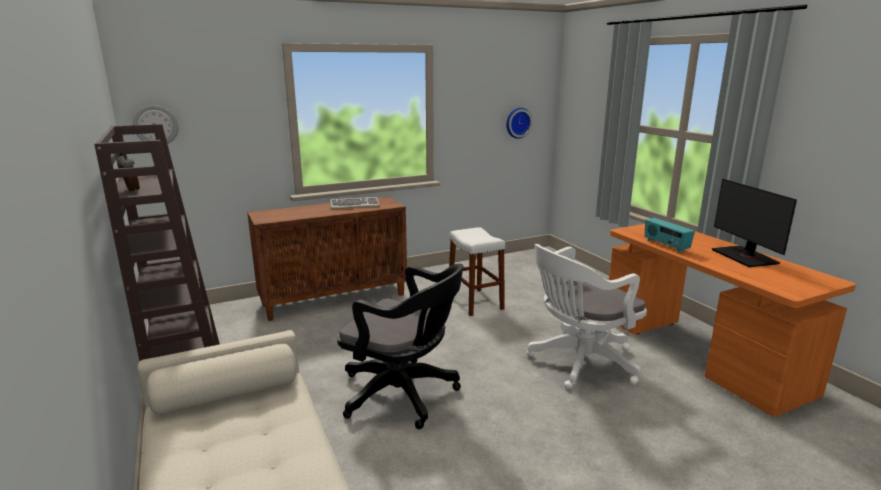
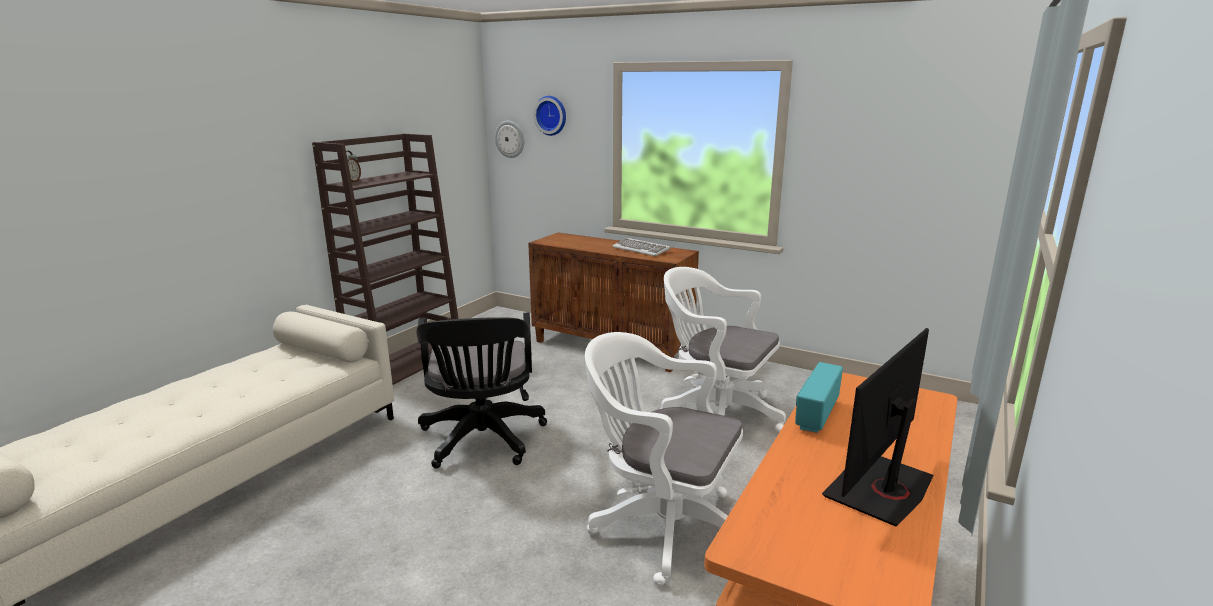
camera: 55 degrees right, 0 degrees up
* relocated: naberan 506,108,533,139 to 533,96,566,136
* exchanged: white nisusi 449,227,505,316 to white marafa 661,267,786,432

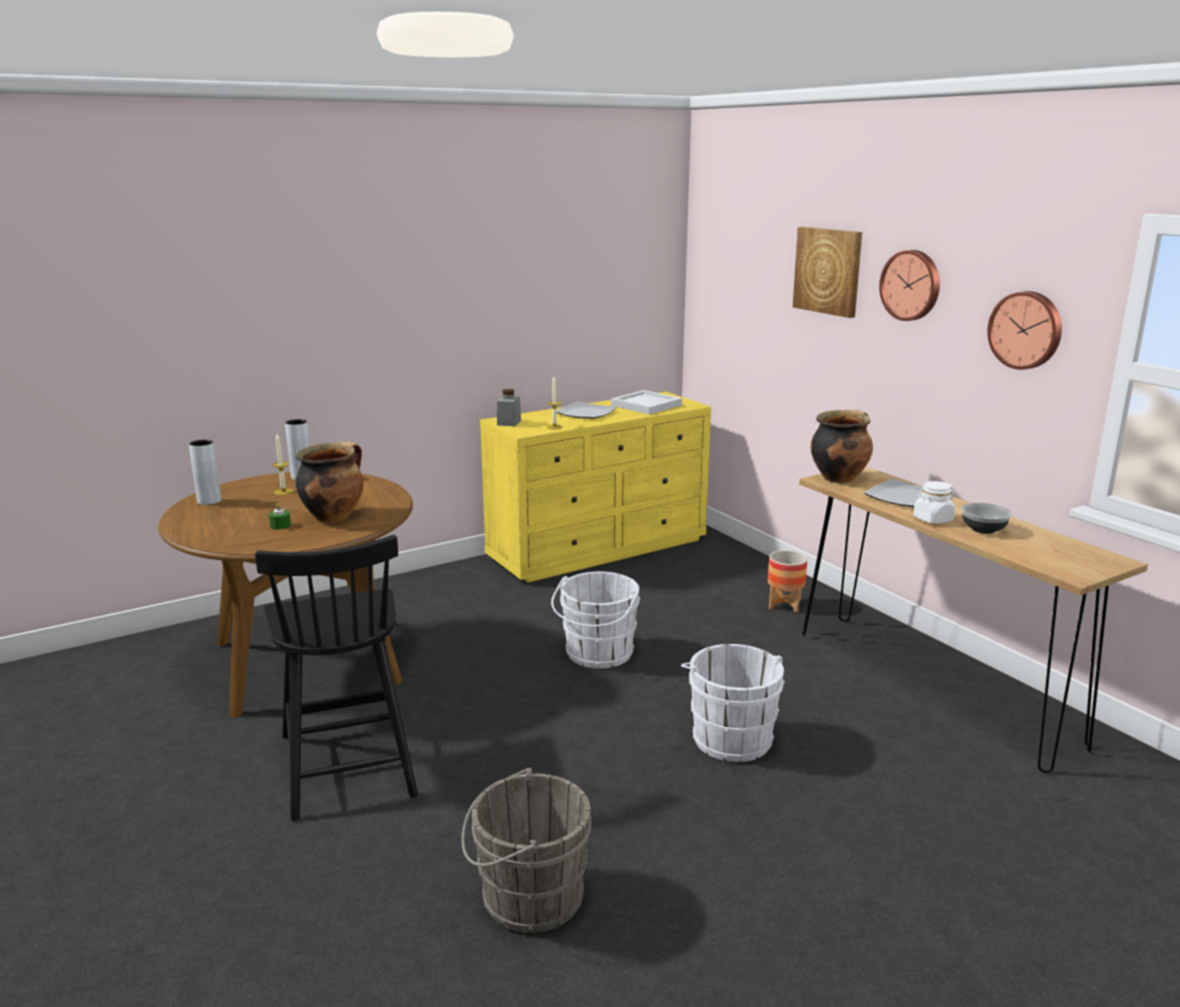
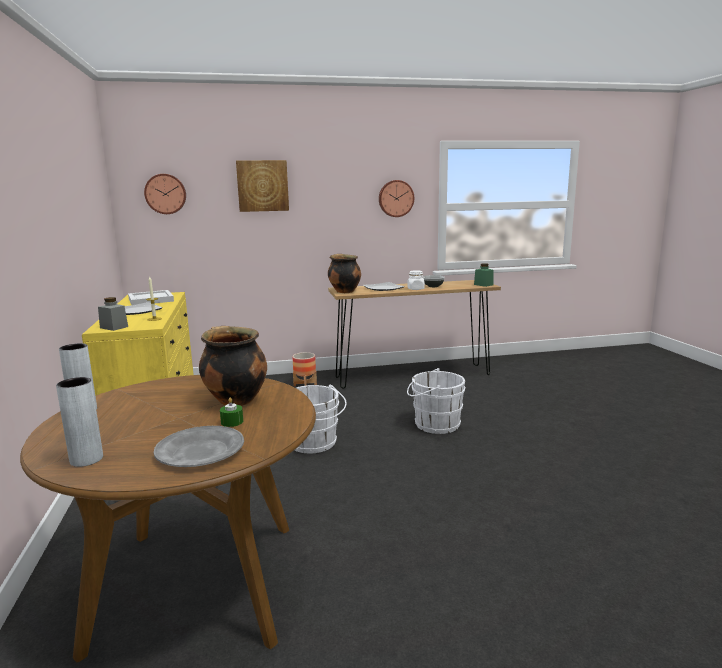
camera: 70 degrees left, 5 degrees down
* missing: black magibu 255,535,418,821
* missing: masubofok 272,434,294,495
* missing: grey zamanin 462,768,592,933
* appeared: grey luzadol 154,426,244,467
* appeared: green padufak 474,263,494,287
* relocated: naberan 879,250,940,321 to 144,174,186,214

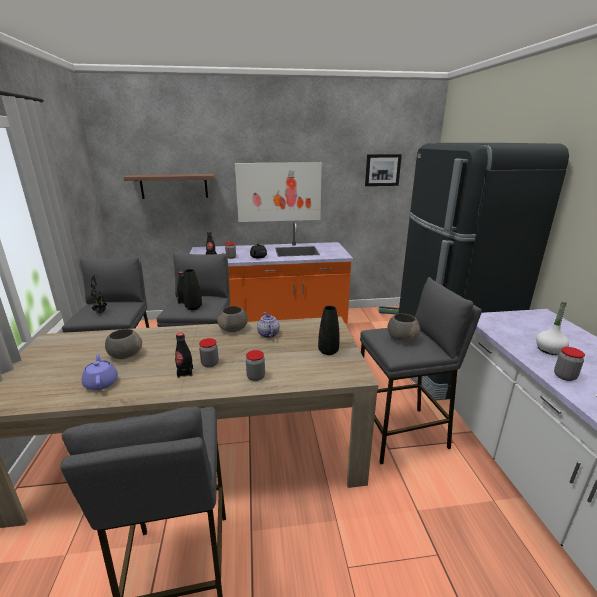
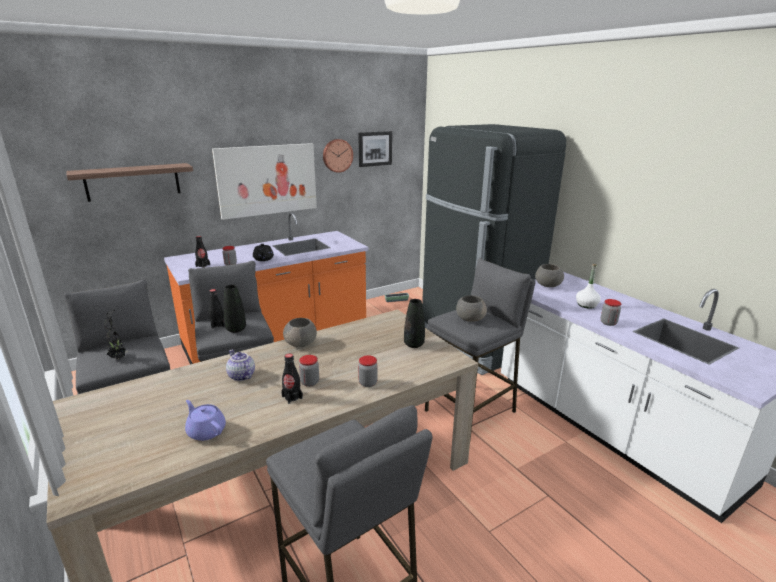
camera: 25 degrees left, 0 degrees up
* appeared: naberan 323,139,353,173
* relocated: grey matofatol 105,329,142,359 to 535,264,564,287
* relocated: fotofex 257,312,280,338 to 226,350,255,381

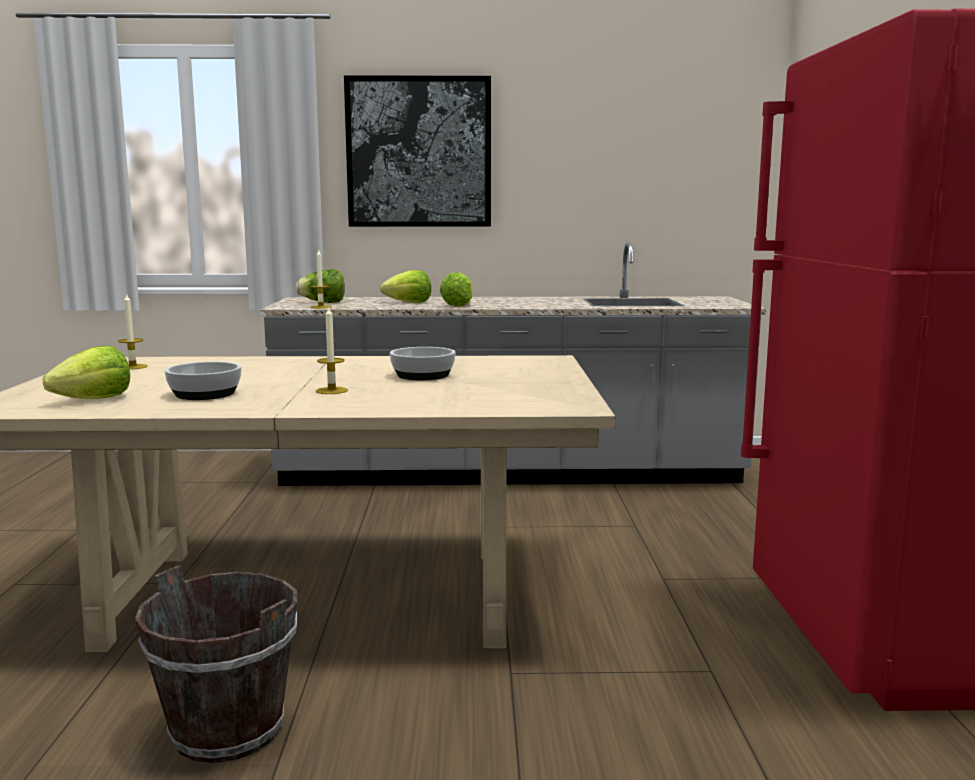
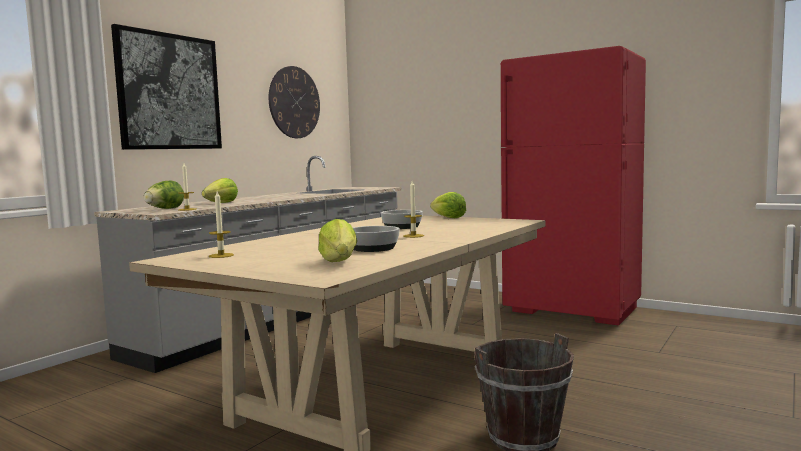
camera: 55 degrees left, 5 degrees down
* appeared: naberan 269,66,320,138
* relocated: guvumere 440,272,472,307 to 430,192,466,218

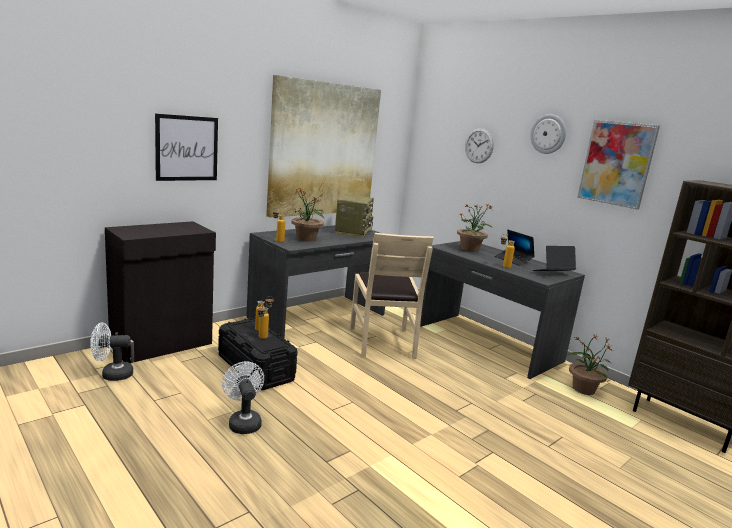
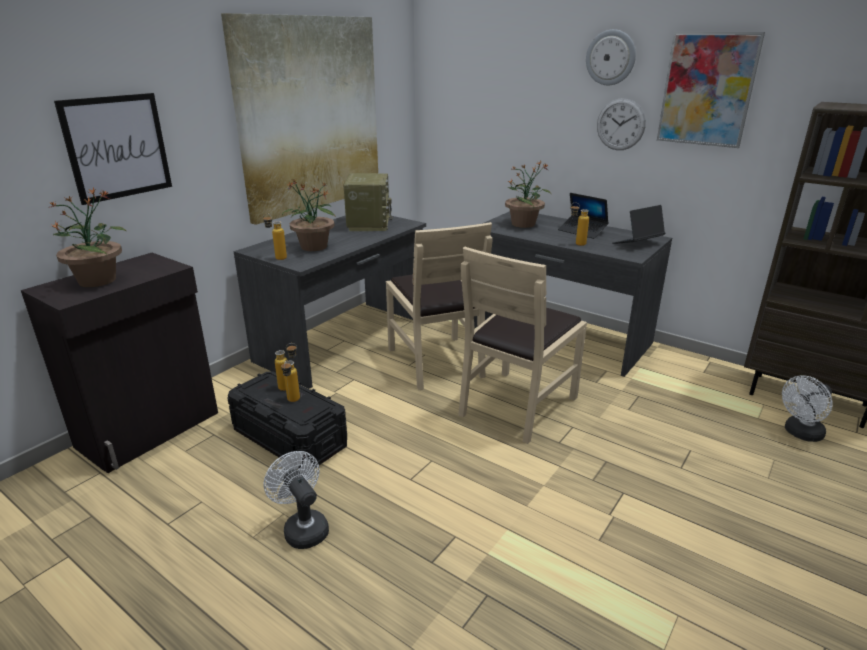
camera: 10 degrees left, 10 degrees up
* appeared: beige magibu 458,246,587,444
* relocated: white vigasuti 90,323,133,381 to 782,376,832,442
* relocated: naberan 465,128,494,163 to 597,98,646,150
* relocated: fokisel 567,334,613,395 to 49,187,126,287

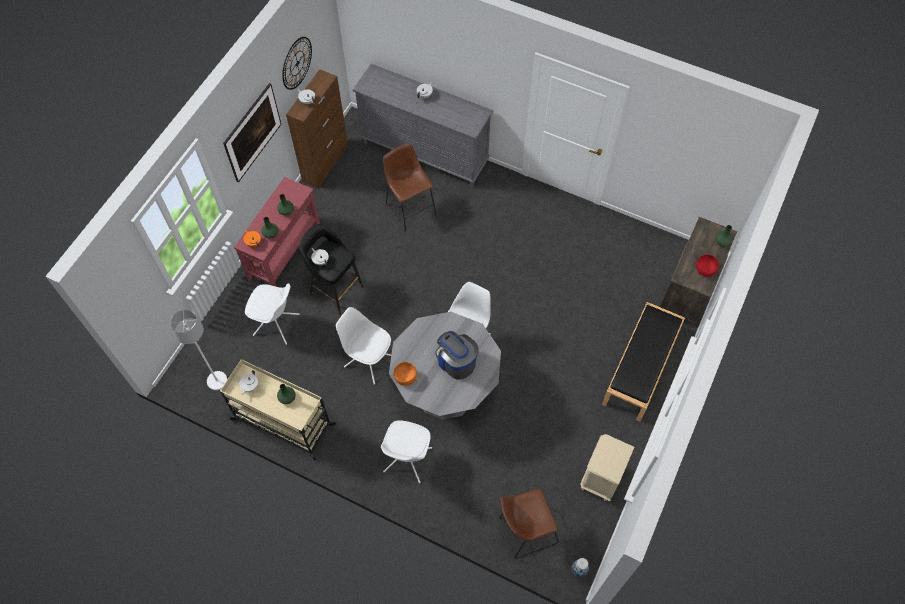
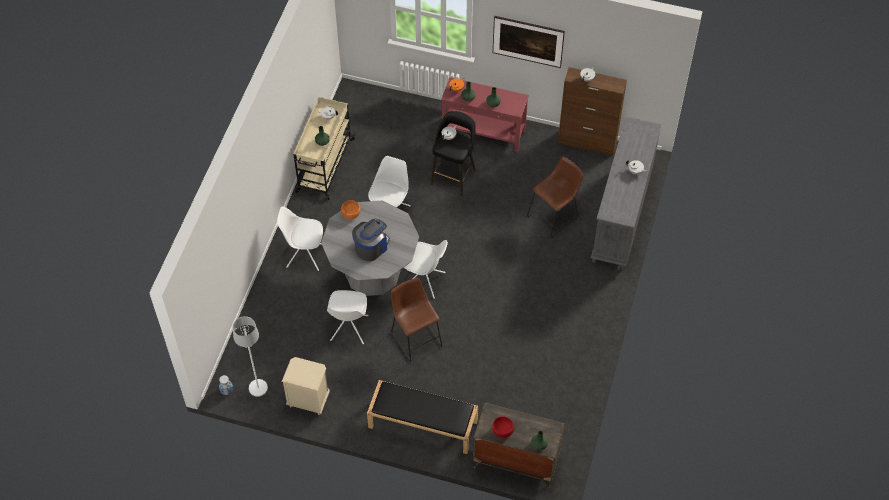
camera: 80 degrees right, 5 degrees down
* missing: naberan 282,37,312,90
* relocated: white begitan 170,310,227,390 to 233,316,268,397
* relocated: white magibu 245,283,300,345 to 327,290,369,344
* relocated: brown nisusi 499,489,559,559 to 391,278,442,362

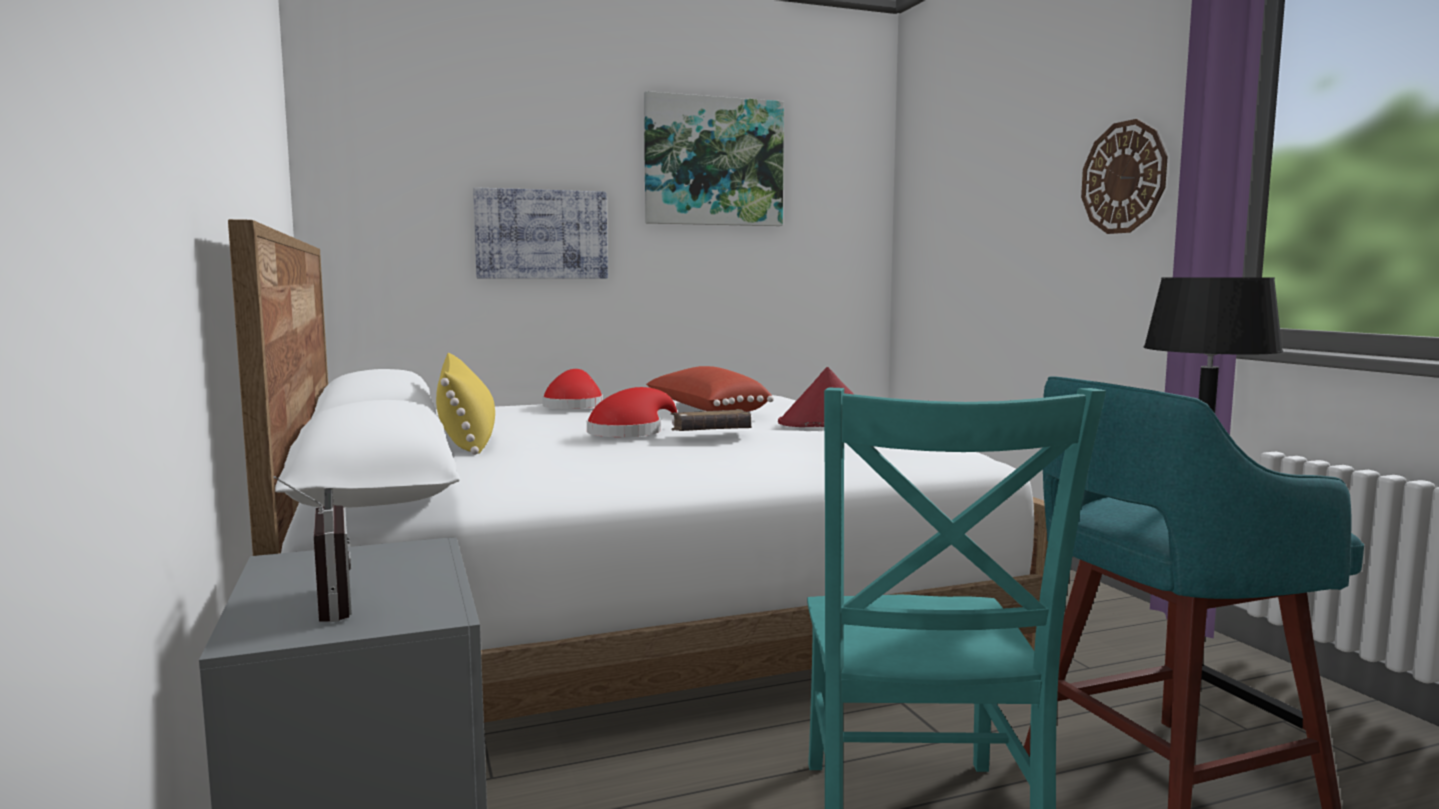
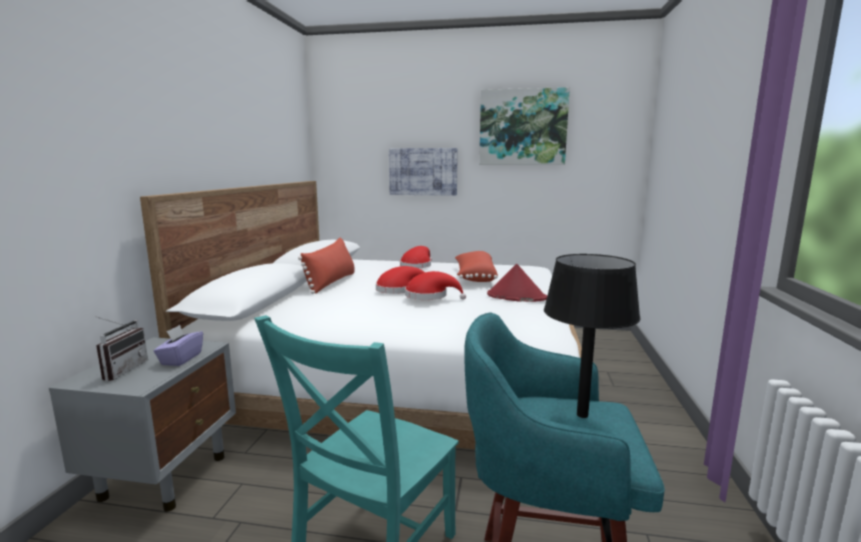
camera: 30 degrees right, 5 degrees up
* missing: naberan 1081,119,1168,234
* appeared: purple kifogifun 154,325,203,366
* exchanged: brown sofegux 671,409,752,431 to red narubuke 405,271,466,300
* colour: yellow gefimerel 436,353,495,455 to red gefimerel 298,238,355,294

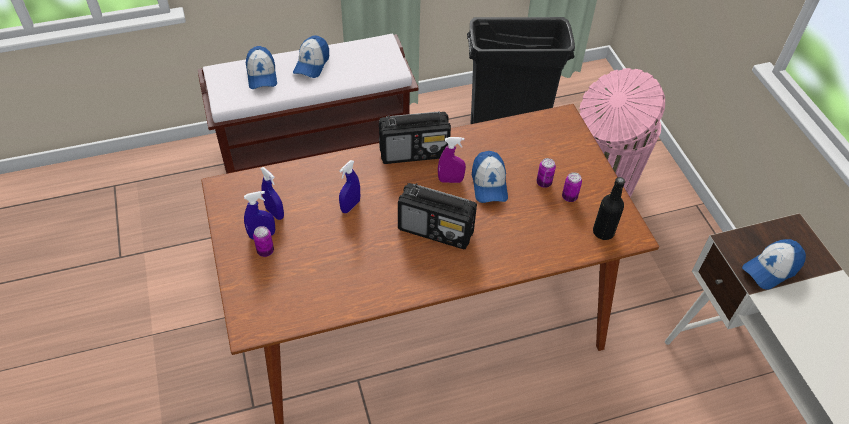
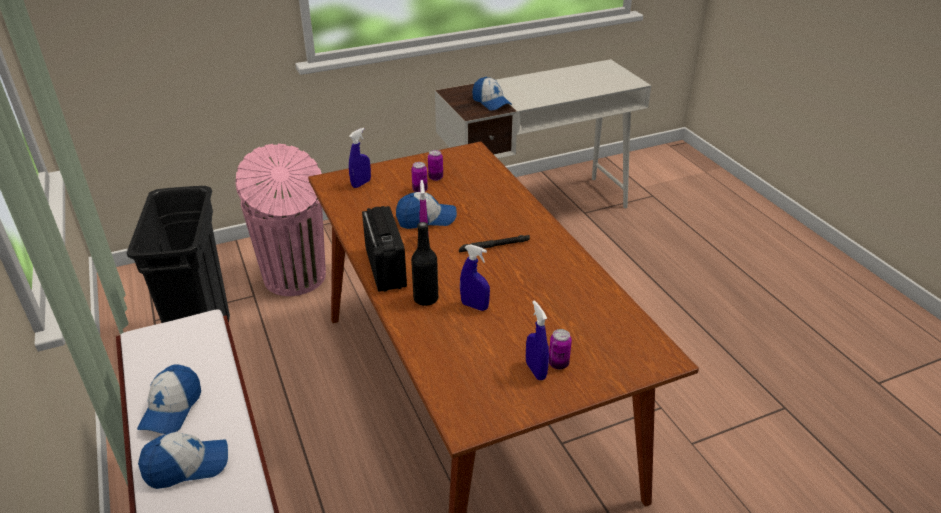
camera: 95 degrees left, 15 degrees down
* relocated: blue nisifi 260,167,284,220 to 349,128,371,188
* relocated: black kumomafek 593,177,625,240 to 411,222,438,306
* exchanged: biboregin 398,183,477,249 to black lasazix 459,235,530,252
* spun: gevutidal 293,35,329,78 = 137,365,201,434 90 degrees clockwise

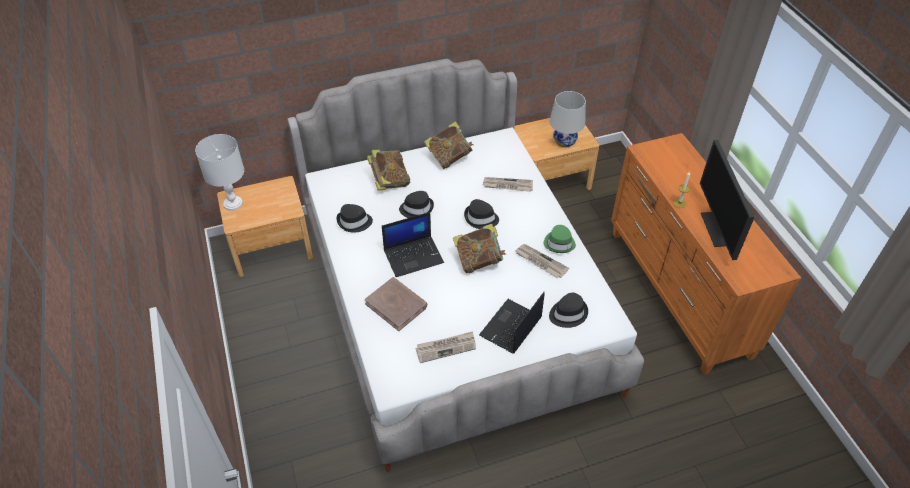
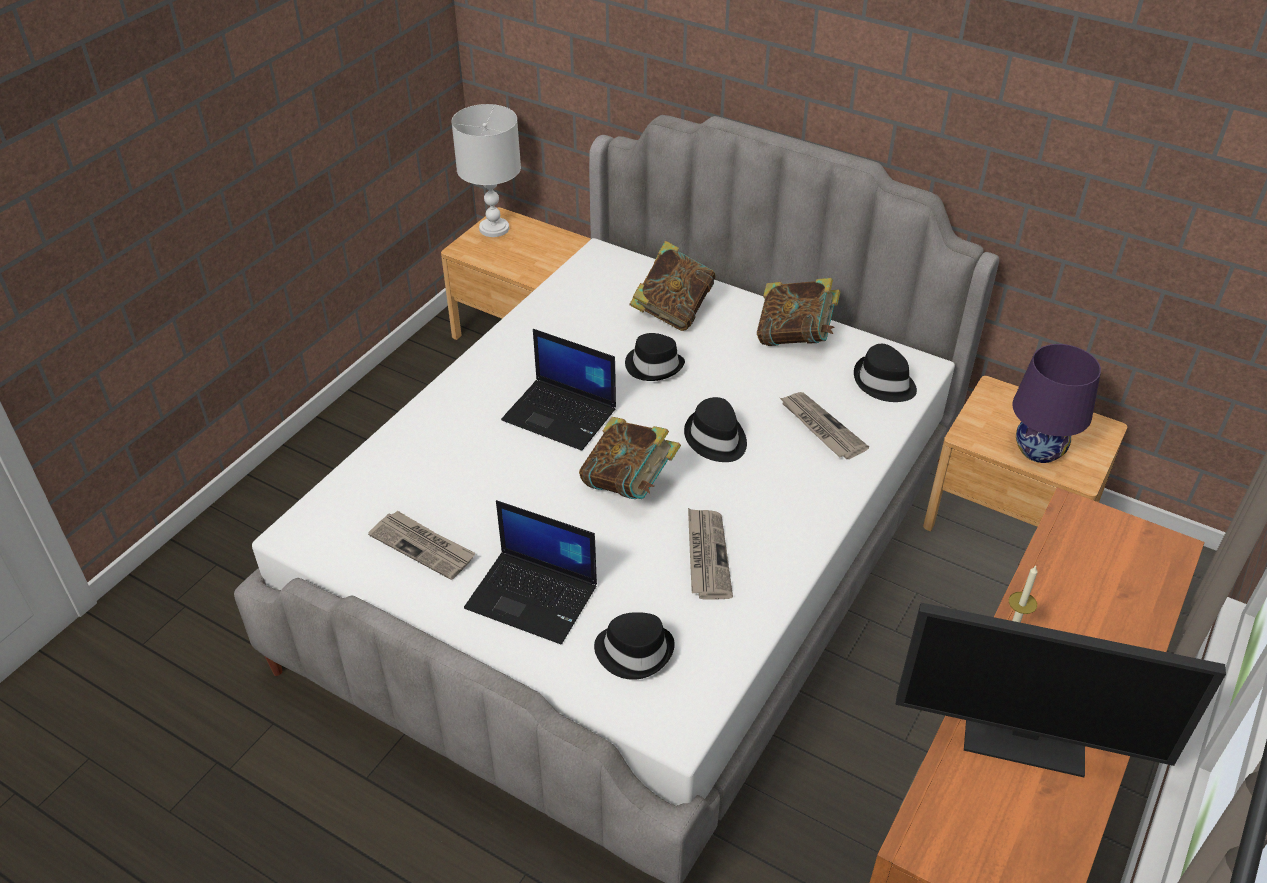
camera: 50 degrees right, 5 degrees down
* missing: brown sofegux 365,277,427,331
* missing: green narubuke 544,225,576,253
* relocated: black narubuke 336,204,373,233 to 854,344,917,402
* colour: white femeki 549,91,586,147 to purple femeki 1012,344,1101,463
* spun: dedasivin 479,292,545,353 = 464,500,597,644 150 degrees counterclockwise
* spun: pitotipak 700,140,755,260 = 895,603,1226,777 120 degrees counterclockwise

